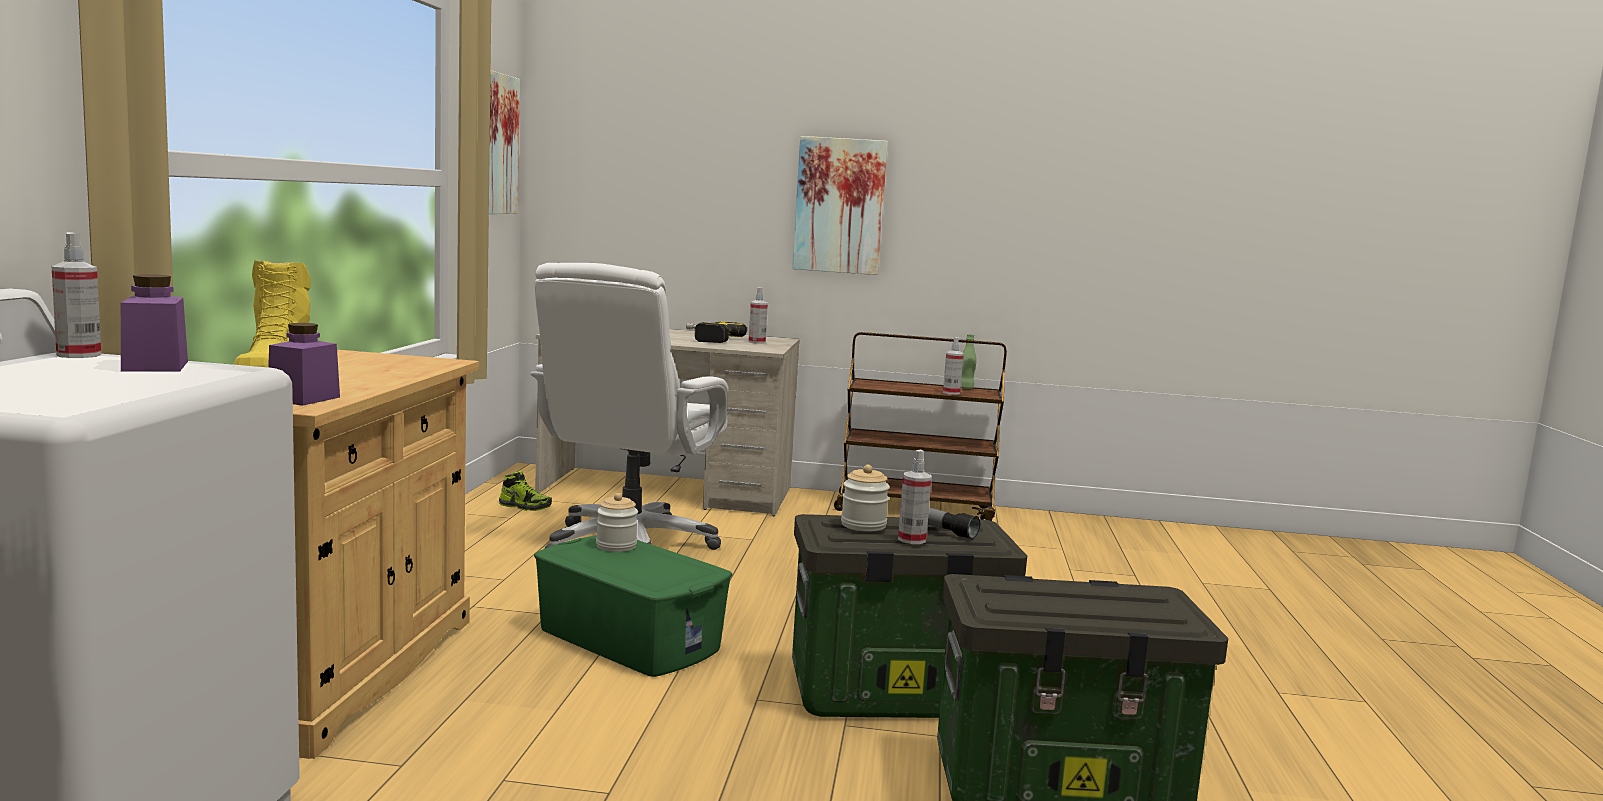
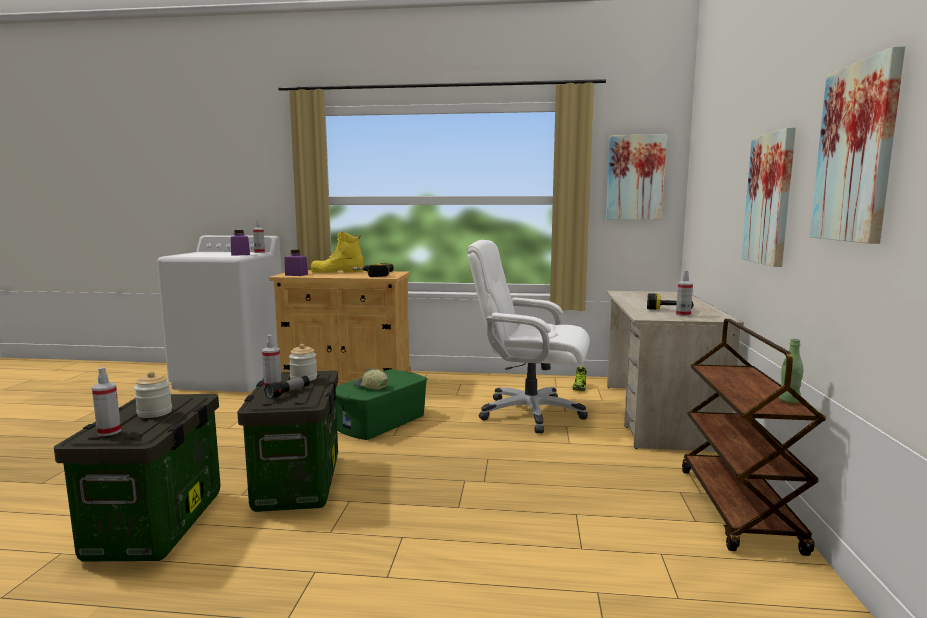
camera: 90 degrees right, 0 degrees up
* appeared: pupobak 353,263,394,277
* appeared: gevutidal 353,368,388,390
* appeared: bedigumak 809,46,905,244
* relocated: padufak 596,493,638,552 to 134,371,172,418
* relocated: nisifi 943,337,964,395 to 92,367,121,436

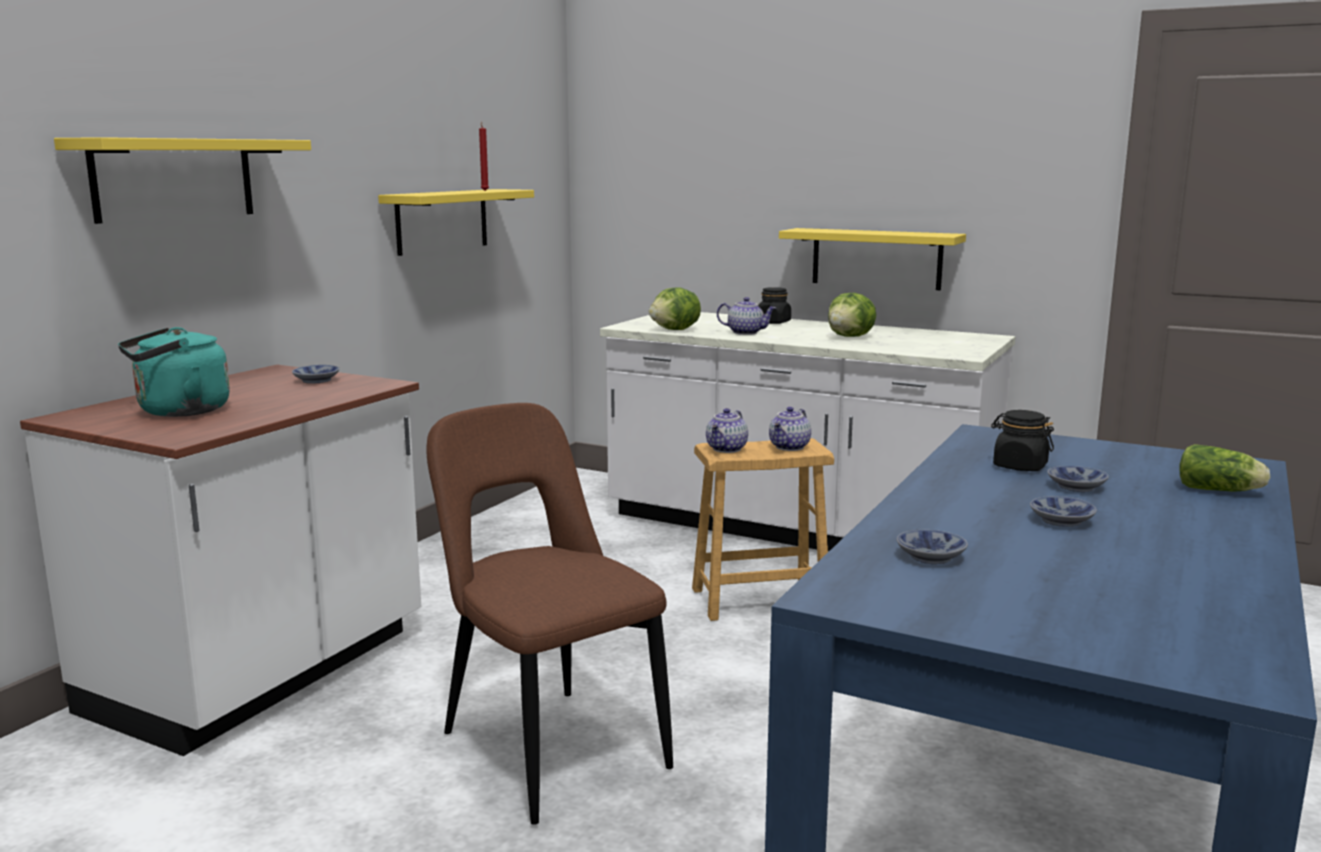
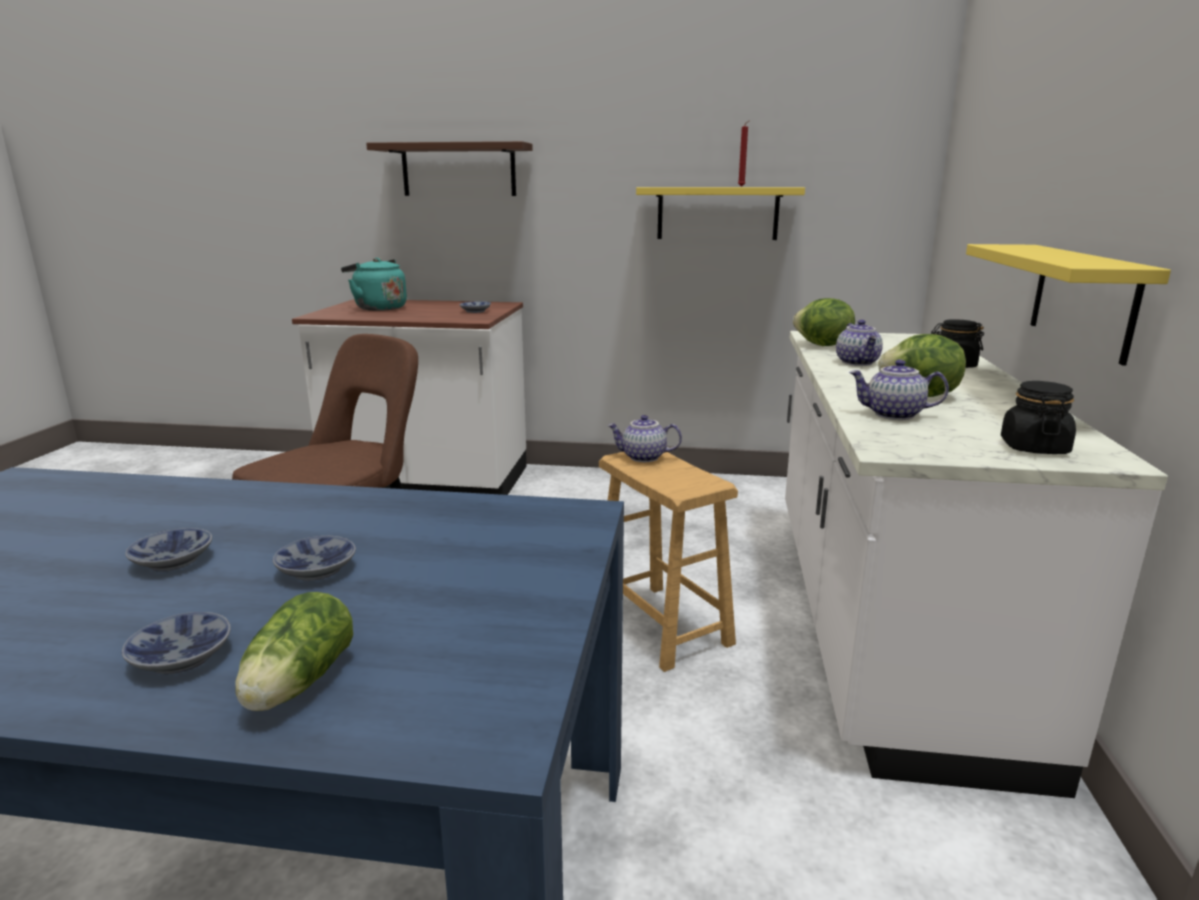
camera: 70 degrees right, 5 degrees up
* relocated: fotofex 769,407,811,451 to 849,360,949,420
* relocated: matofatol 897,530,968,564 to 122,612,231,674
* relocated: black padufak 991,410,1054,471 to 1001,381,1076,454
* colour: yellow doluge 54,137,311,224 to brown doluge 366,141,533,196

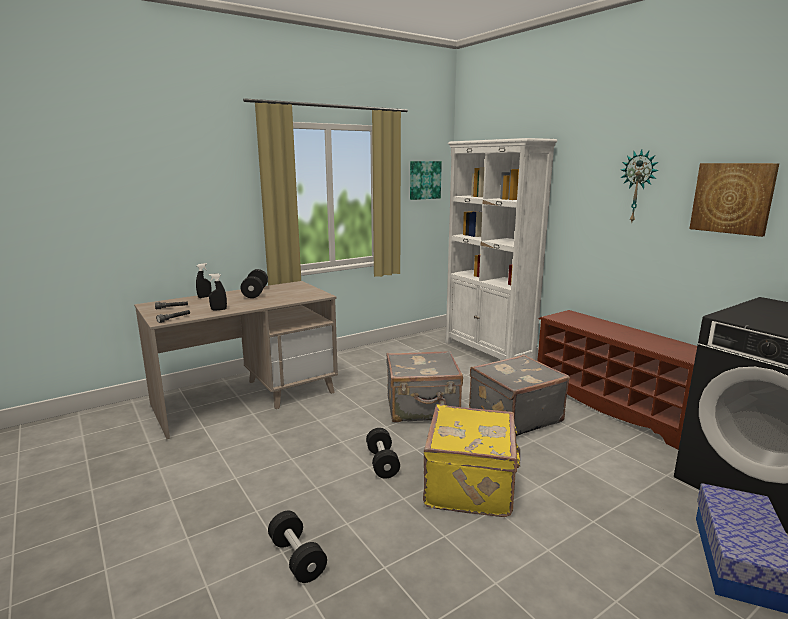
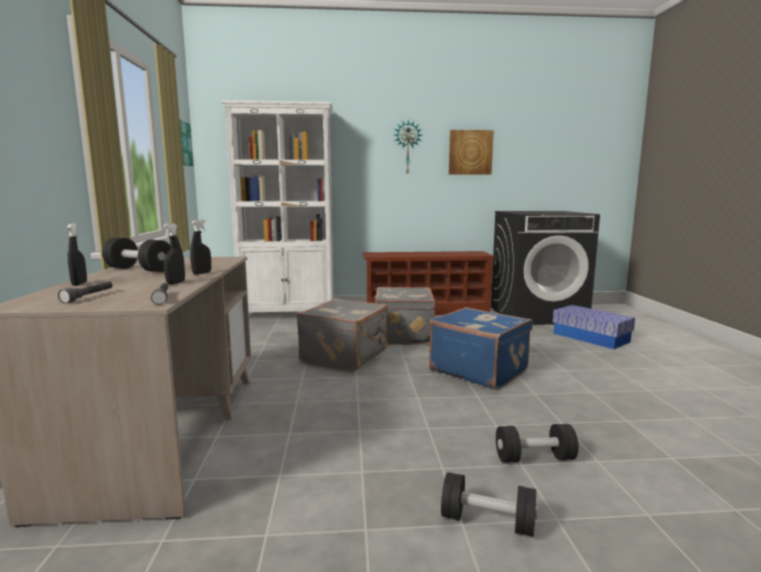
camera: 60 degrees left, 5 degrees down
* appeared: black nisifi 190,220,211,275
* relocated: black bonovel 366,428,400,479 to 441,472,538,537
* colour: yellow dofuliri 423,404,521,517 to blue dofuliri 429,307,533,390

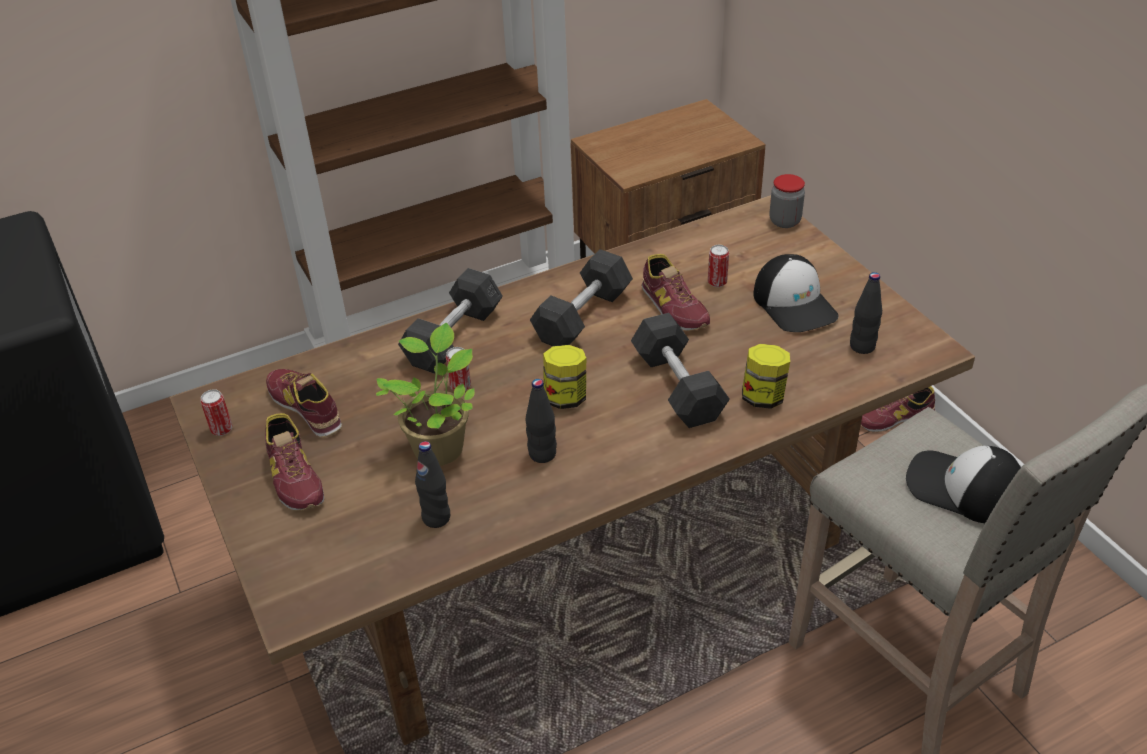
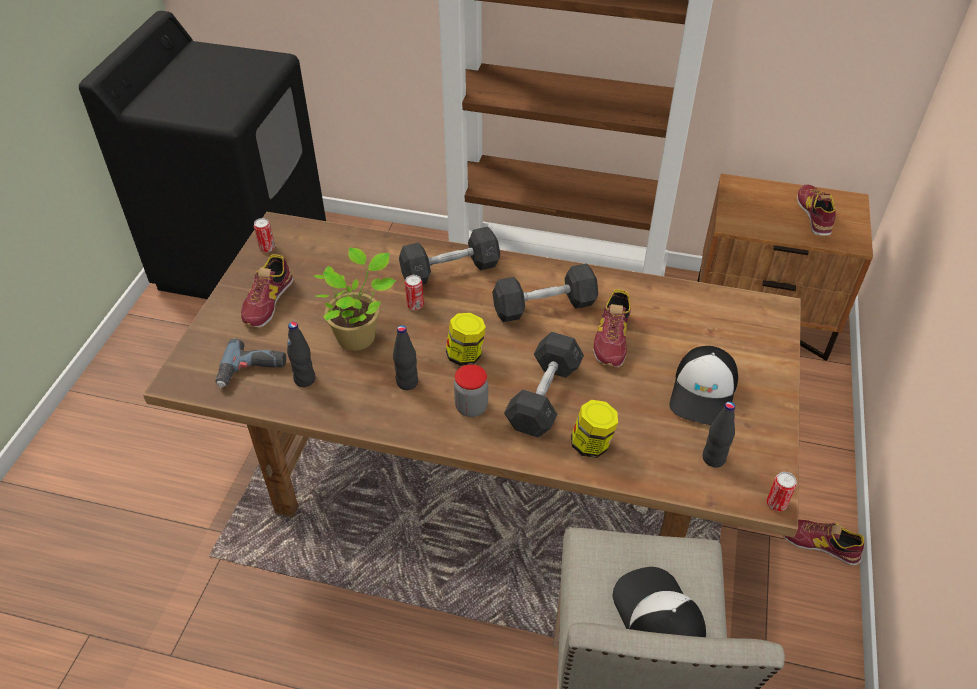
camera: 40 degrees right, 5 degrees up
* appeared: pupobak 216,339,286,388
* relocated: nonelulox 266,369,342,438 to 797,184,836,236
* relocated: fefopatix 708,245,729,287 to 766,472,797,511
* relocated: padufak 769,174,805,228 to 454,364,488,417

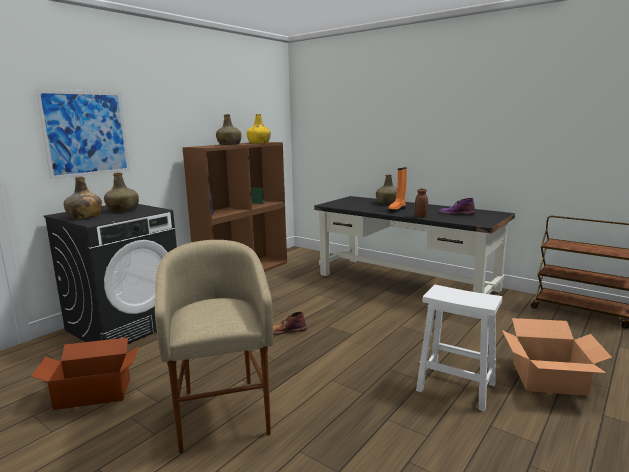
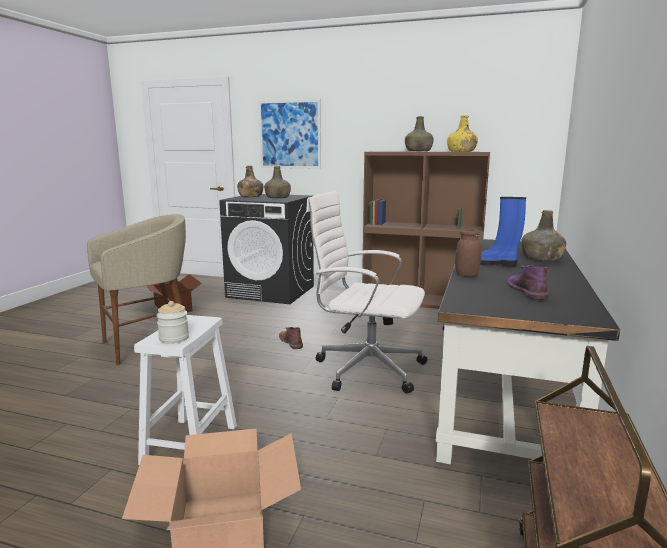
camera: 70 degrees right, 0 degrees up
* appeared: padufak 156,301,189,344
* appeared: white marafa 306,191,428,393
* colour: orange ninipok 388,167,407,213 to blue ninipok 480,197,526,267

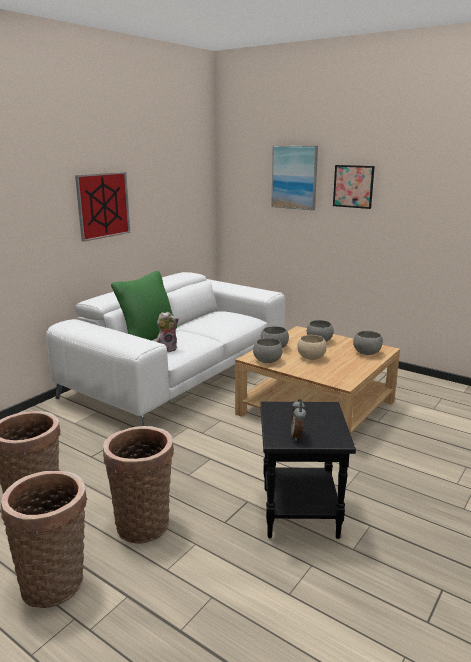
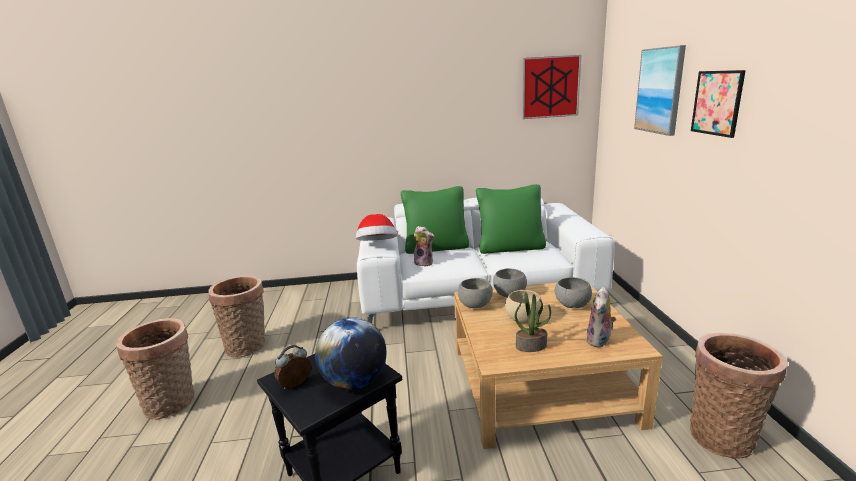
camera: 50 degrees right, 0 degrees up
* appeared: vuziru 315,317,386,390
* appeared: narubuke 356,214,397,241
* appeared: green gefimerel 476,184,546,254
* appeared: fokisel 515,292,551,352
* relocated: bedigumak 75,172,130,241 to 522,55,581,119
* relocated: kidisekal 103,426,174,544 to 690,333,788,459
* exchanged: grey matofatol 353,331,383,355 to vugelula 586,287,616,348

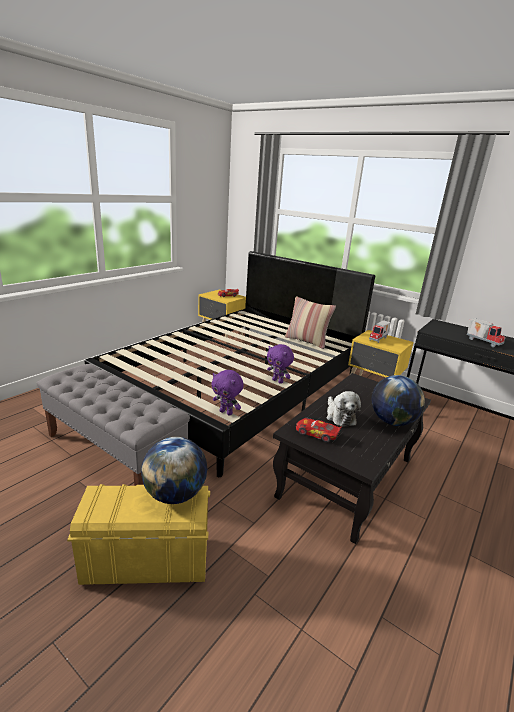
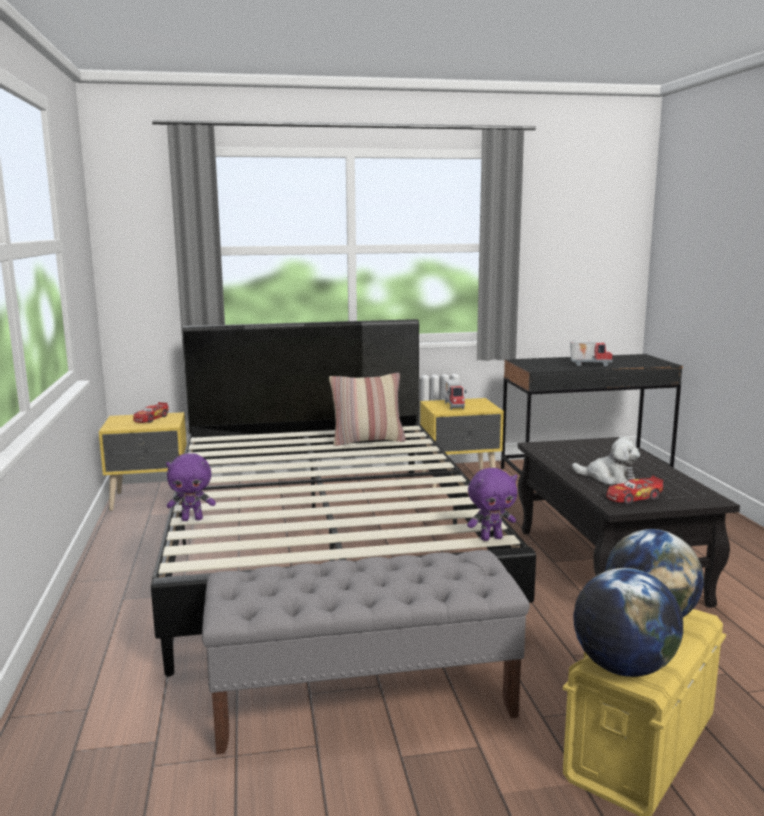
camera: 45 degrees left, 10 degrees down
* relocated: purple vugelula 267,344,294,384 to 166,453,216,521
* relocated: vuziru 371,375,425,426 to 573,568,683,677

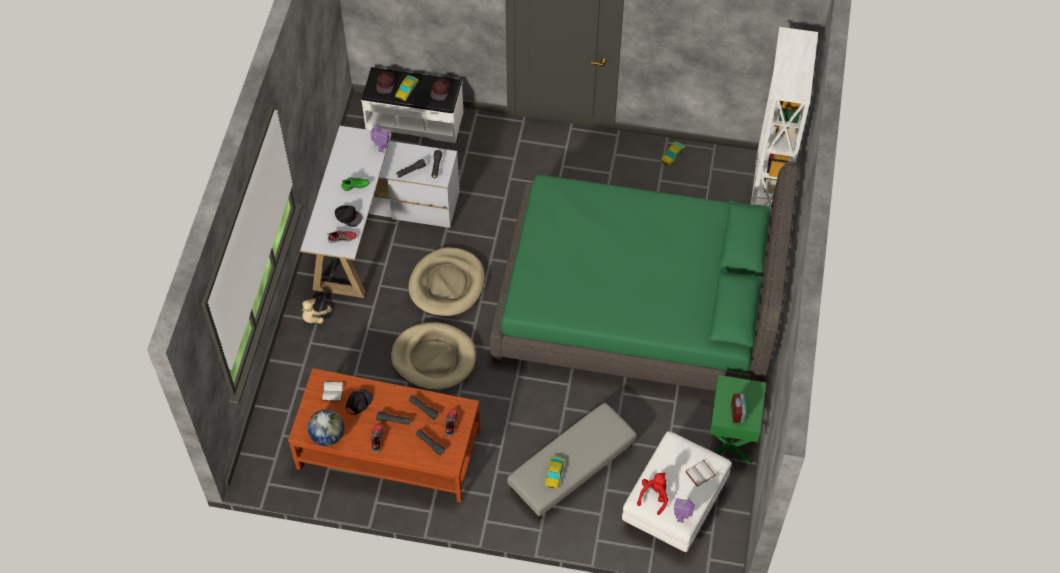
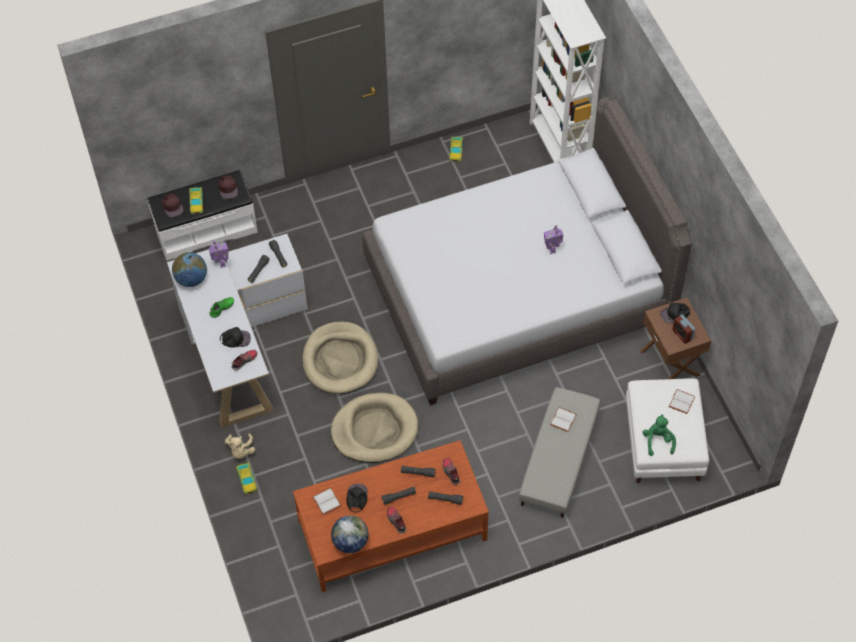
camera: 30 degrees left, 0 degrees up
* appeared: vuziru 172,252,207,287
* appeared: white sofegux 550,407,577,432
* appeared: black gevutidal 660,303,690,323
* relocated: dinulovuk 545,456,564,489 to 236,463,257,494
* relocated: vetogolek 674,498,695,523 to 544,225,563,254
* colour: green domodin 490,162,798,391 to grey domodin 362,97,692,405
* colour: red vugelula 637,473,668,515 to green vugelula 643,414,676,456
* colour: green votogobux 710,375,766,464 to brown votogobux 640,297,711,379

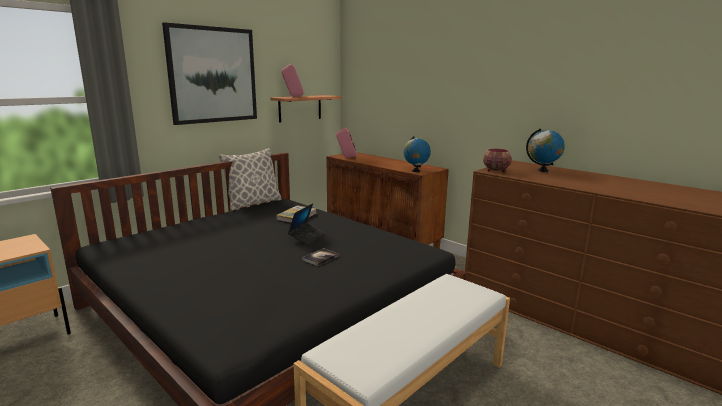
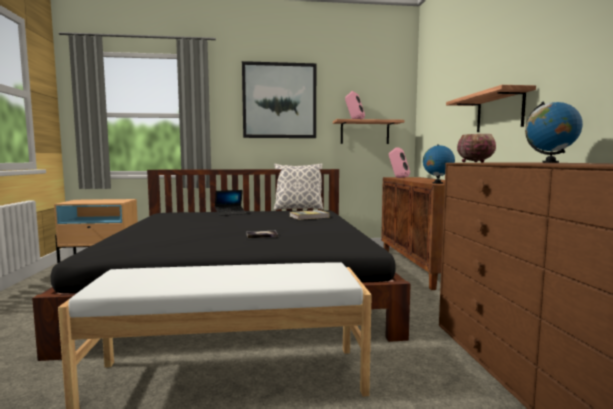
camera: 40 degrees right, 10 degrees down
* appeared: doluge 446,85,536,132
* relocated: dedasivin 288,203,325,245 to 215,190,246,216

